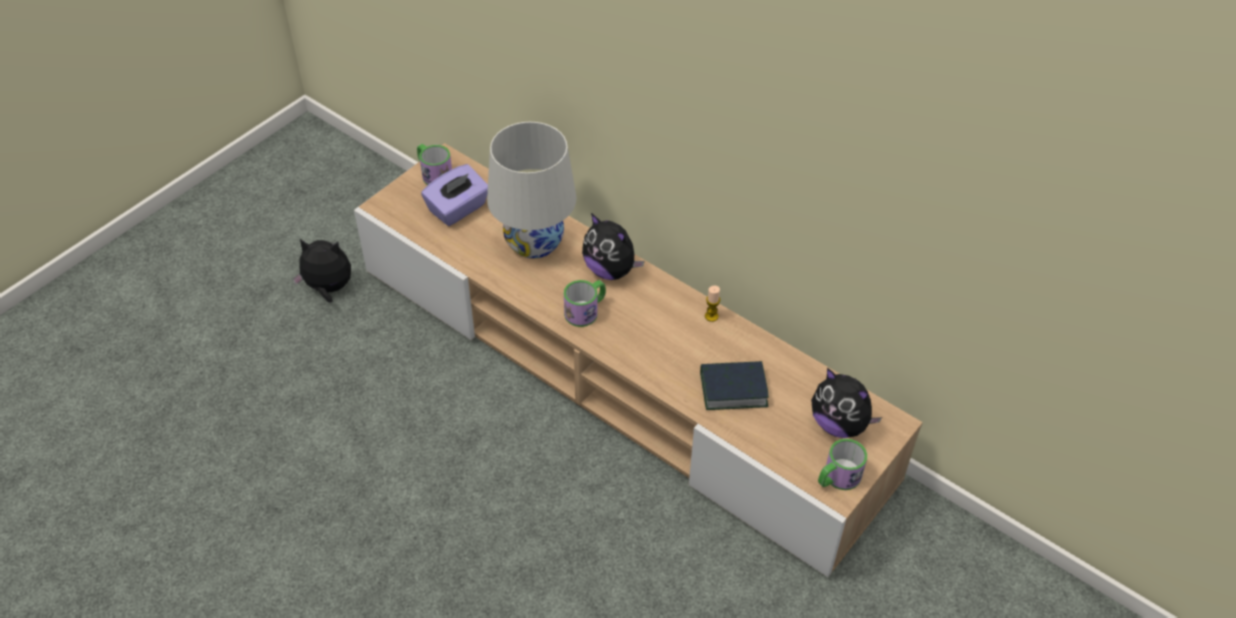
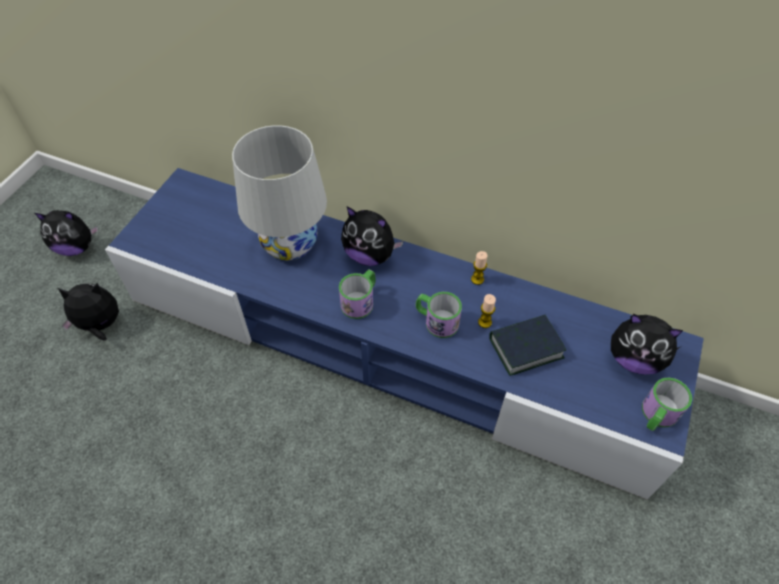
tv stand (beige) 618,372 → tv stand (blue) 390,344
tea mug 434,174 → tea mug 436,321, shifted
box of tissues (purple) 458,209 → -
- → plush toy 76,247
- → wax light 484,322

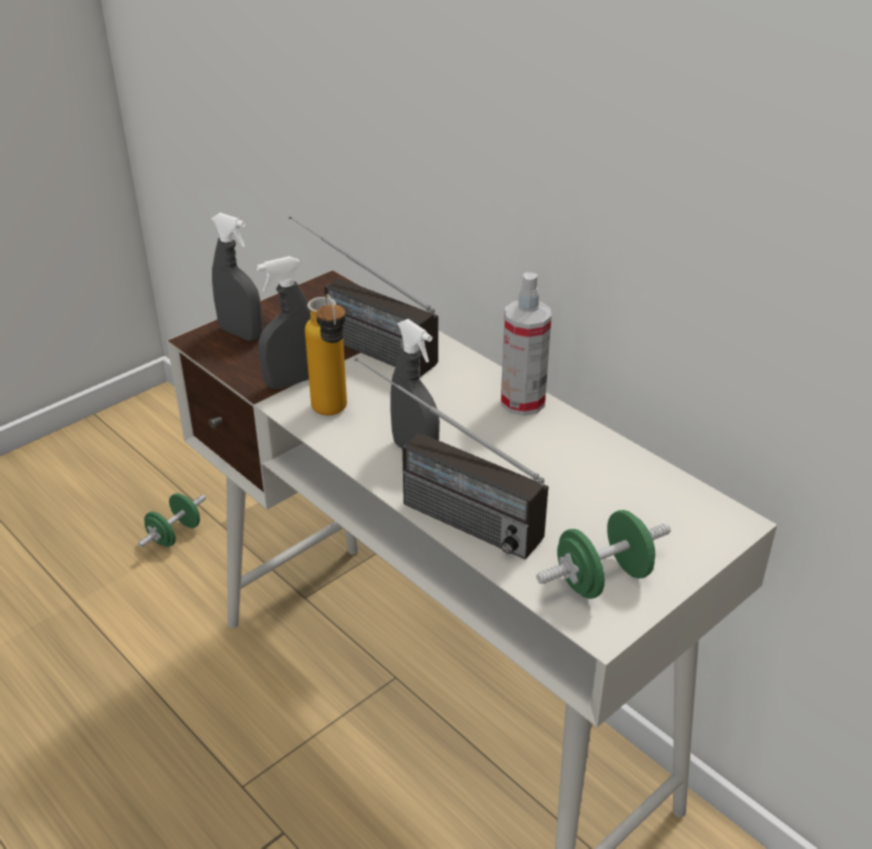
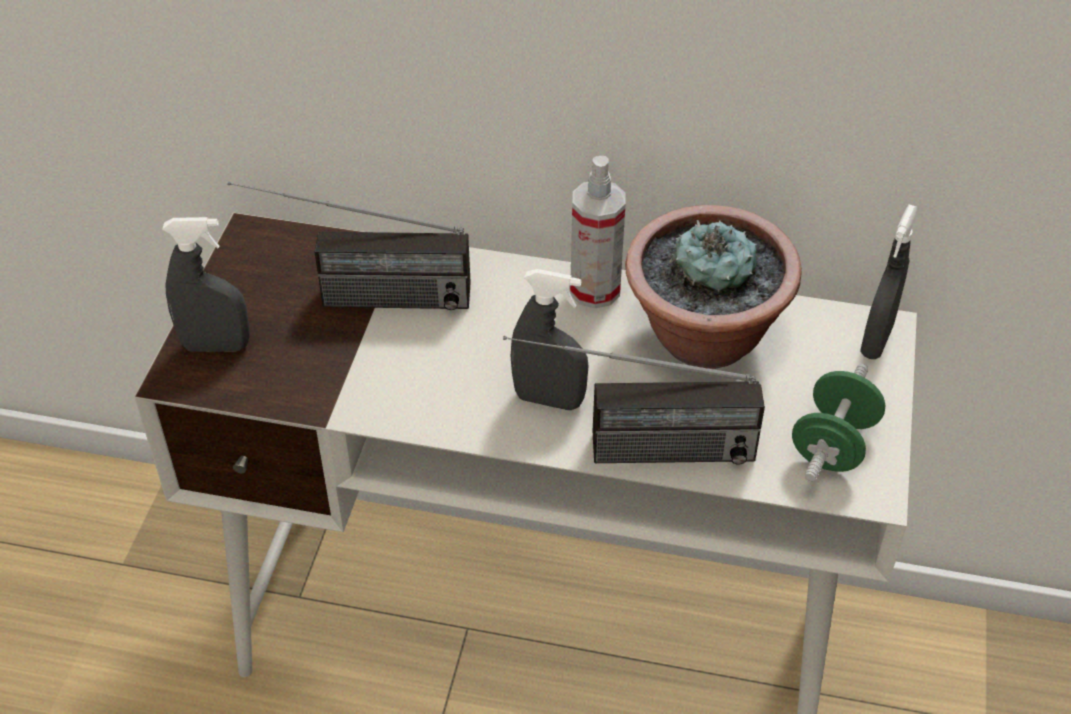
dumbbell (green-coloured) 175,534 → -
hand sprayer (greyish) 292,381 → hand sprayer (greyish) 876,340, shifted
bottle 333,415 → -
- → potted plant 704,338

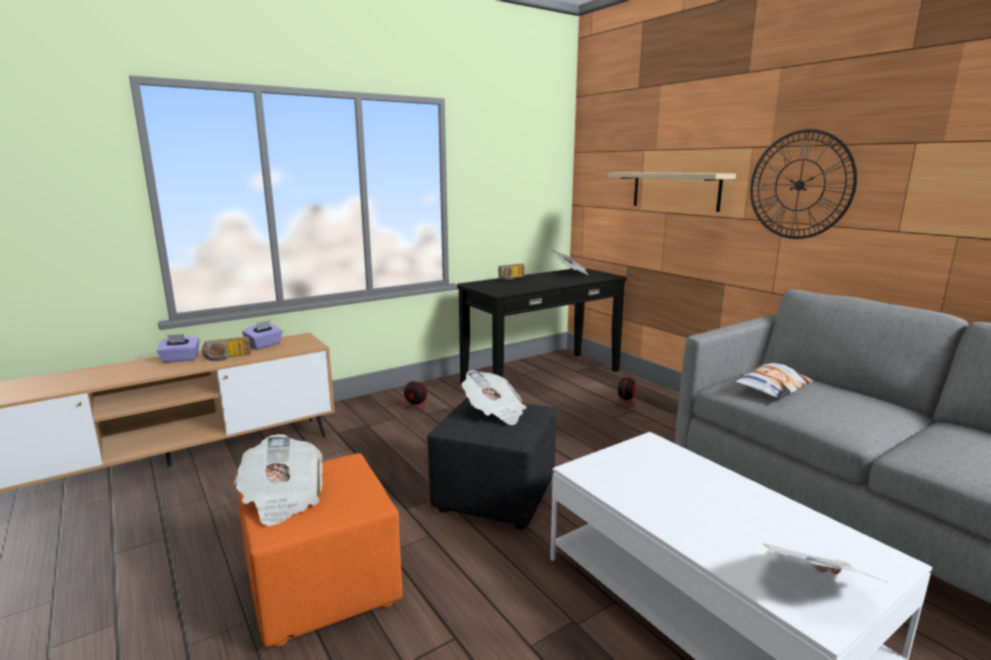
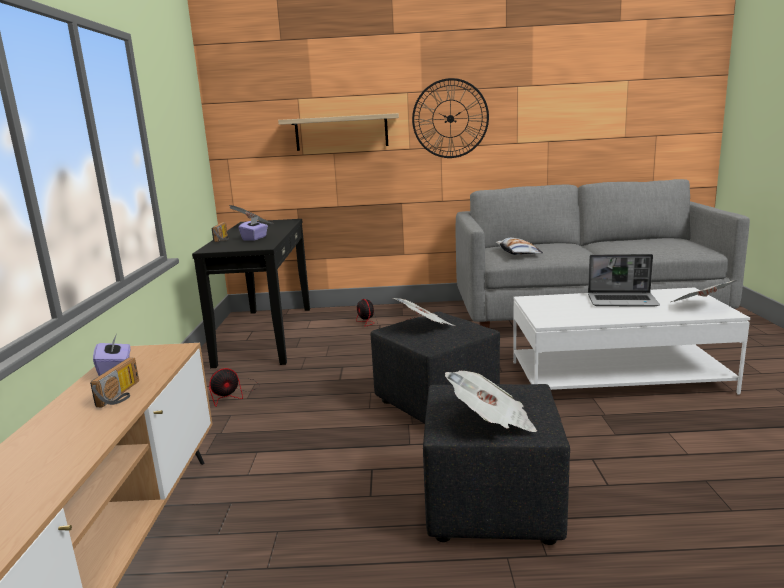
box of tissues (purple) 180,359 → box of tissues (purple) 255,238, shifted
pouffe (orange-coloured) 324,587 → pouffe (black-coloured) 490,506
- → notebook computer 623,301

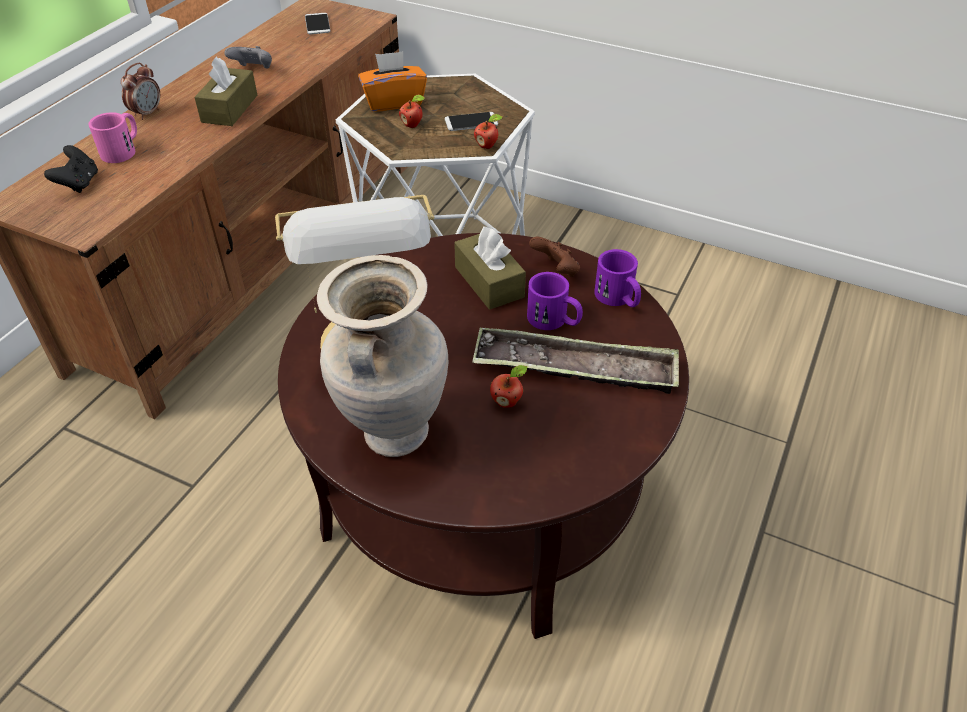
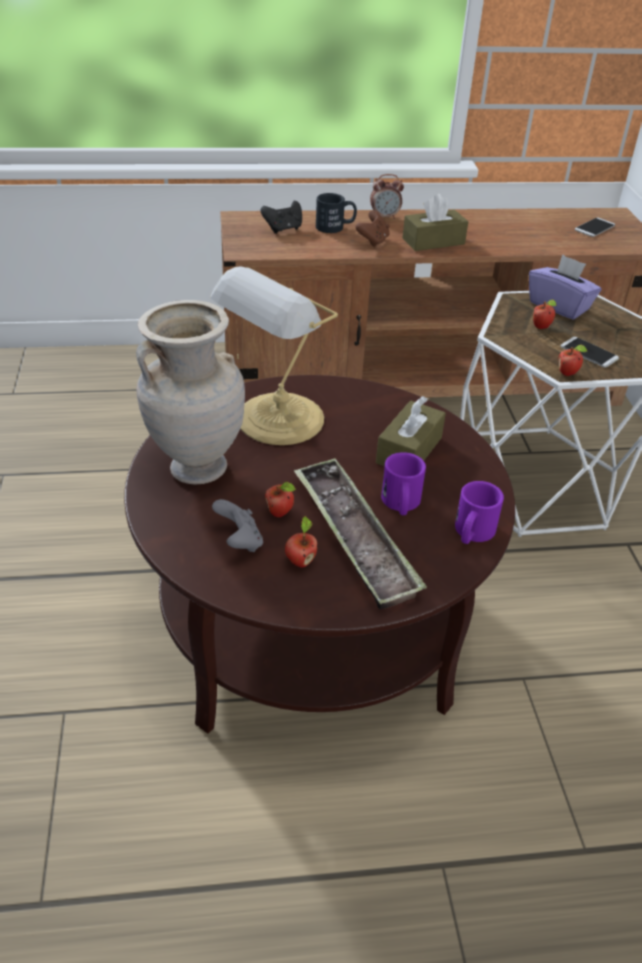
tea mug (pinkish) 123,150 → tea mug (black-coloured) 335,227
gamepad (greyish) 253,70 → gamepad (greyish) 239,541, shifted
box of tissues (orange-coloured) 393,102 → box of tissues (purple) 559,306
gamepad (brown-coloured) 556,271 → gamepad (brown-coloured) 373,241, shifted
- → apple 300,561

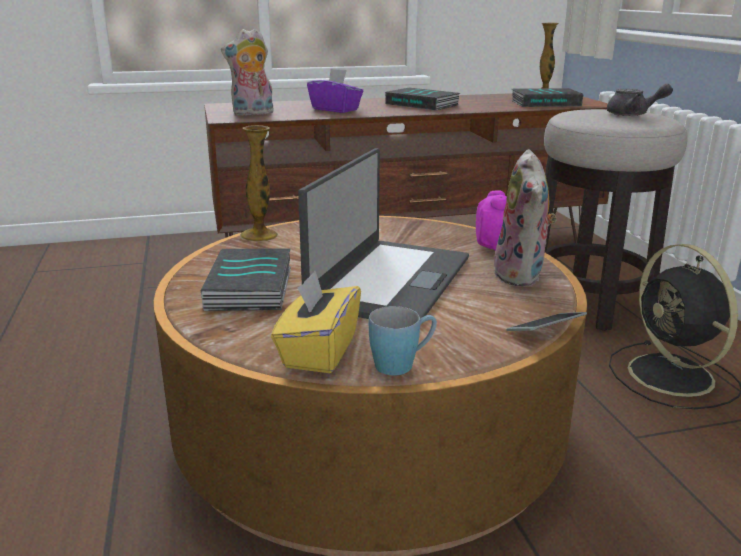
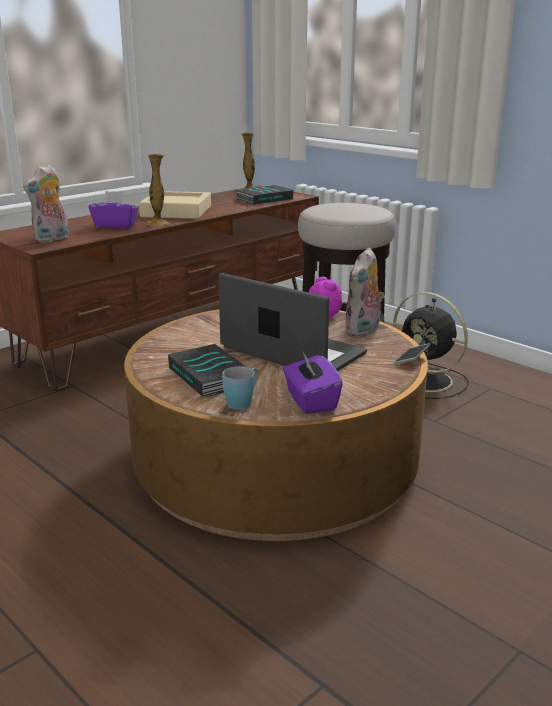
decorative vase 259,235 → decorative vase 157,223, shifted
box of tissues (yellowish) 318,352 → box of tissues (purple) 310,401
notebook computer 389,281 → notebook computer 291,352, 45 degrees counterclockwise
tea mug (blue) 402,363 → tea mug (blue) 242,402, shifted
volume 423,104 → carrying tray (beige) 176,211
plush toy 522,276 → plush toy 363,331, 60 degrees clockwise
tea pot (greyish) 633,114 → -

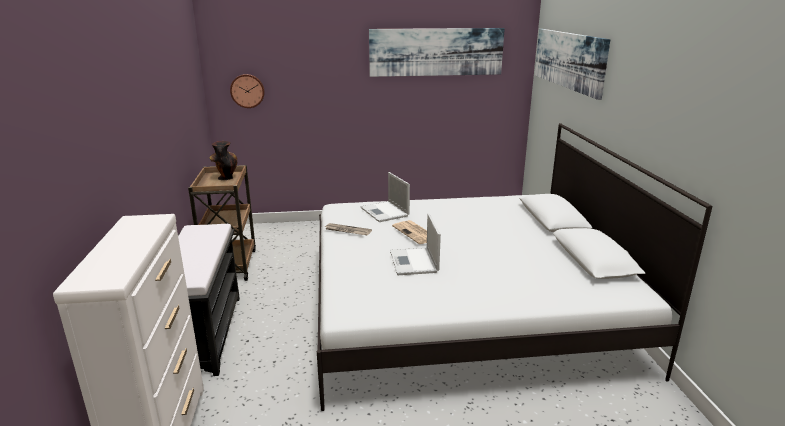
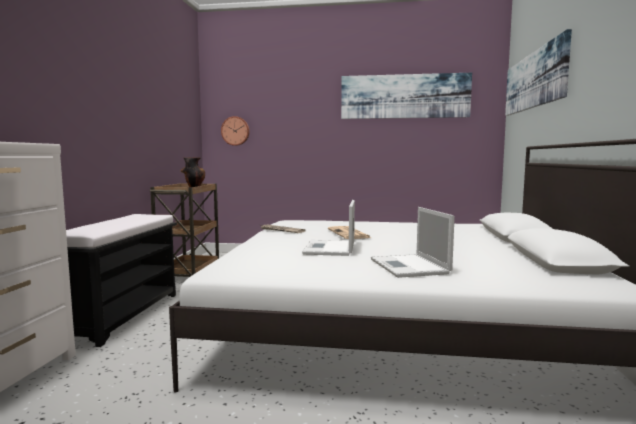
notebook computer 385,212 → notebook computer 410,267, shifted

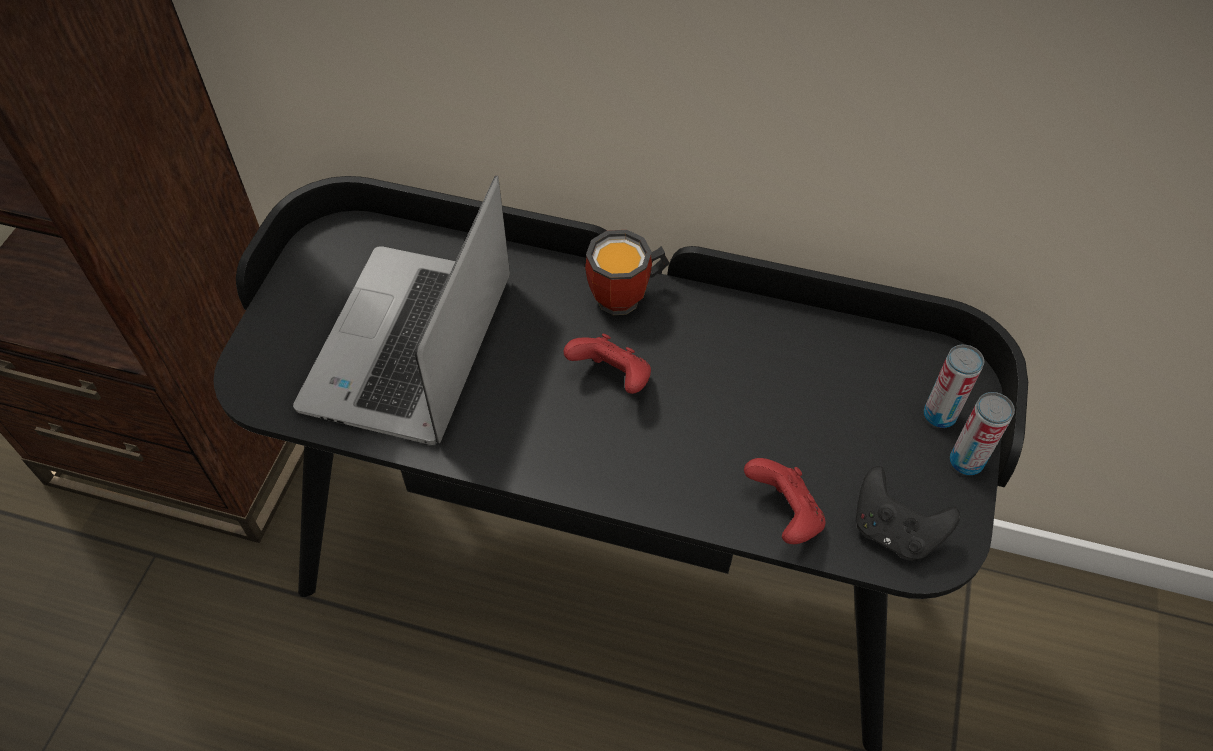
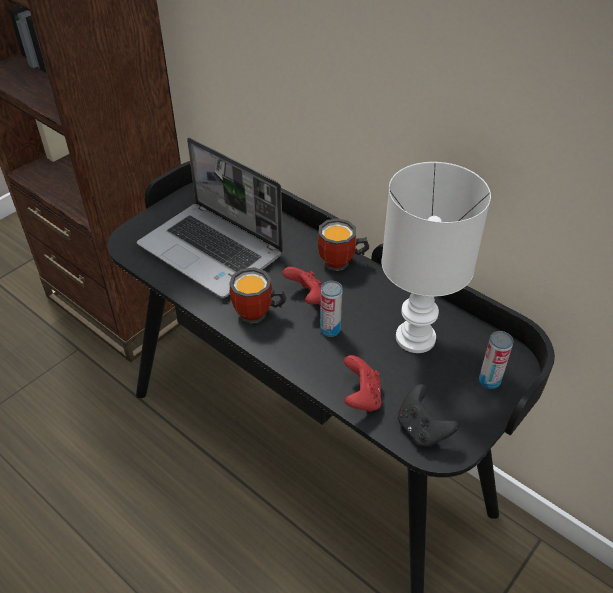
notebook computer 411,348 → notebook computer 213,251, 90 degrees counterclockwise
sealed can 966,461 → sealed can 330,330, shifted
- → tea mug 258,315
- → lamp for a table (whitish) 416,337

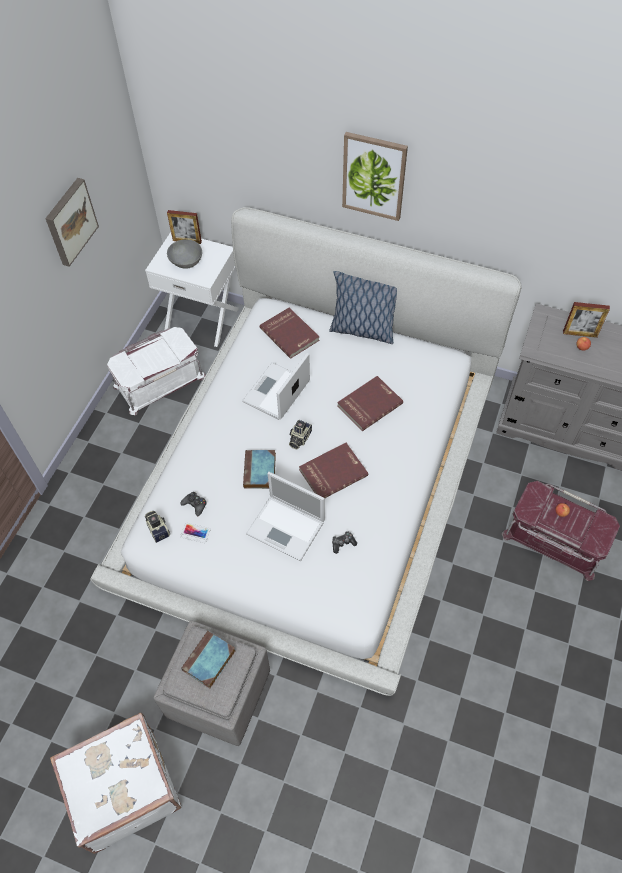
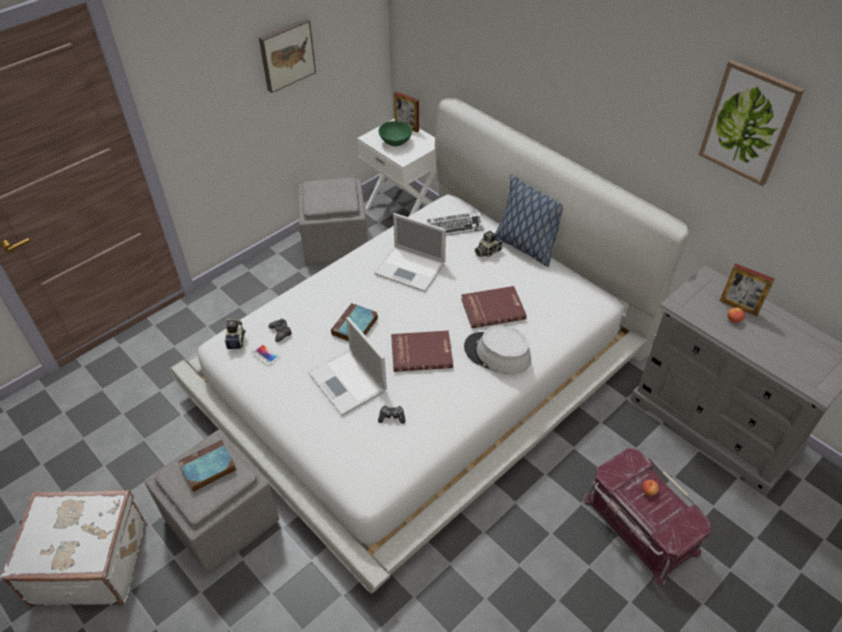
storage container (whitish) 159,380 → pouffe (greyish) 336,243
bowl (greyish) 186,262 → bowl (green-coloured) 395,142
notebook computer 276,392 → notebook computer 411,269, 120 degrees counterclockwise
volume (reddish) 290,334 → computer keyboard 455,227
still camera 299,438 → still camera 487,251, shifted
picture 374,176 → picture 749,123, shifted
- → wearable hat (greyish) 497,354

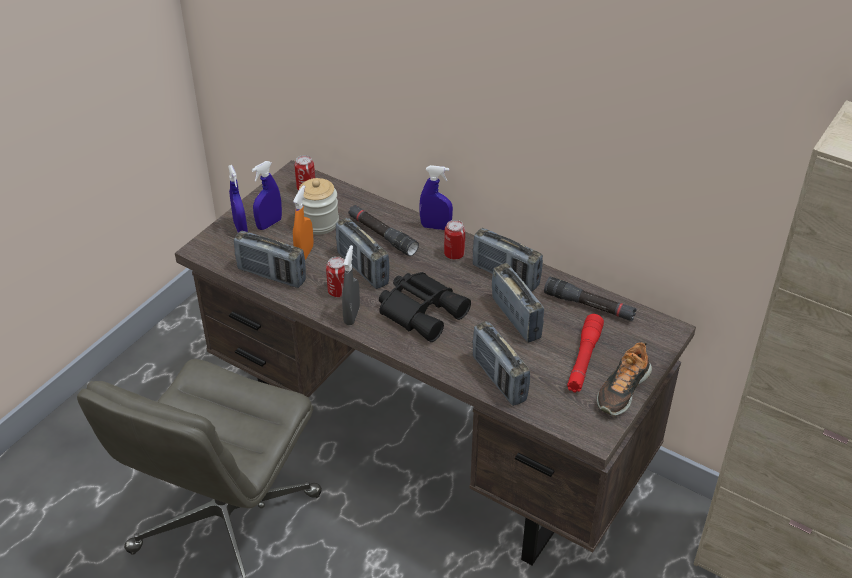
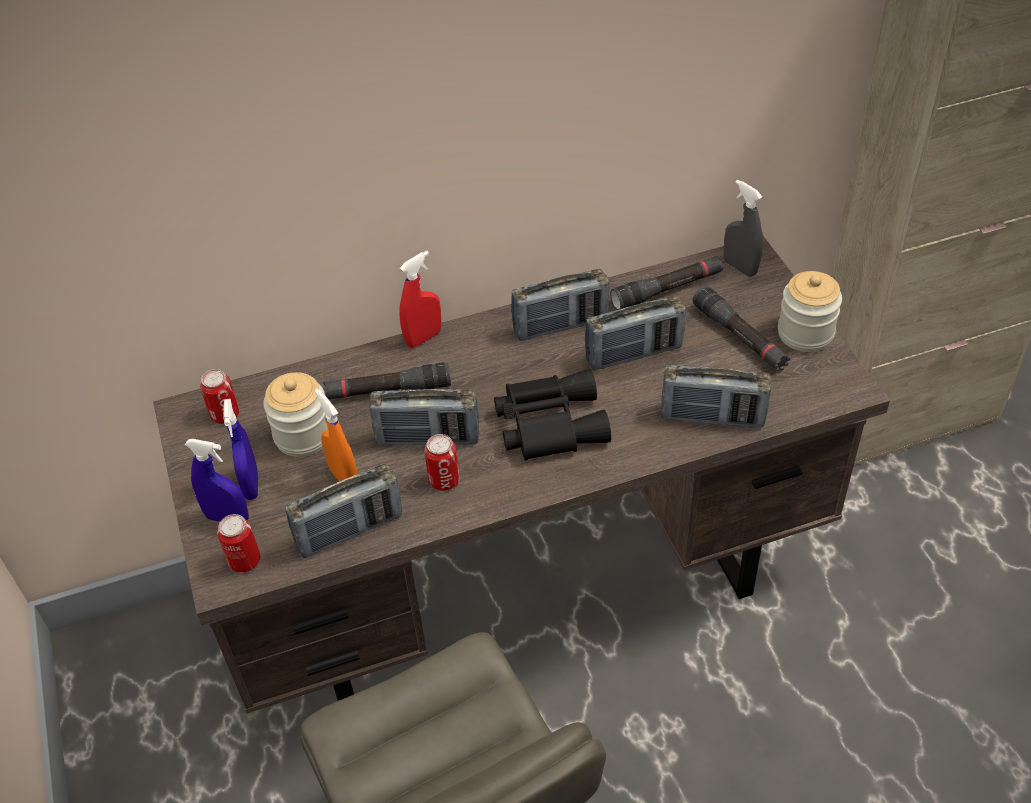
hand sprayer (greyish) 352,315 → hand sprayer (greyish) 740,267, shifted
hand sprayer (blue) 435,227 → hand sprayer (reddish) 423,338
sealed can 454,254 → sealed can 244,560, shifted
radio set 516,318 → radio set 634,354, 150 degrees clockwise
hand torch (reddish) 583,359 → hand torch (black-coloured) 740,337
shoe 622,389 → preserve jar 805,333

